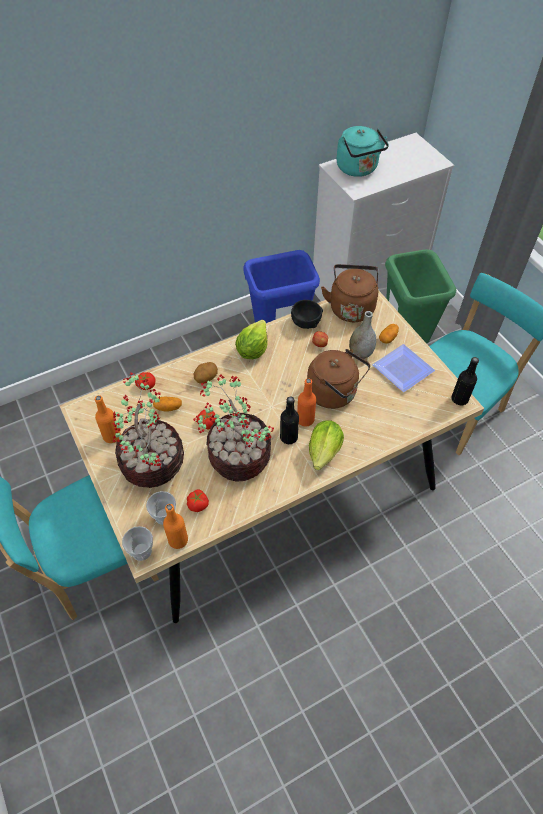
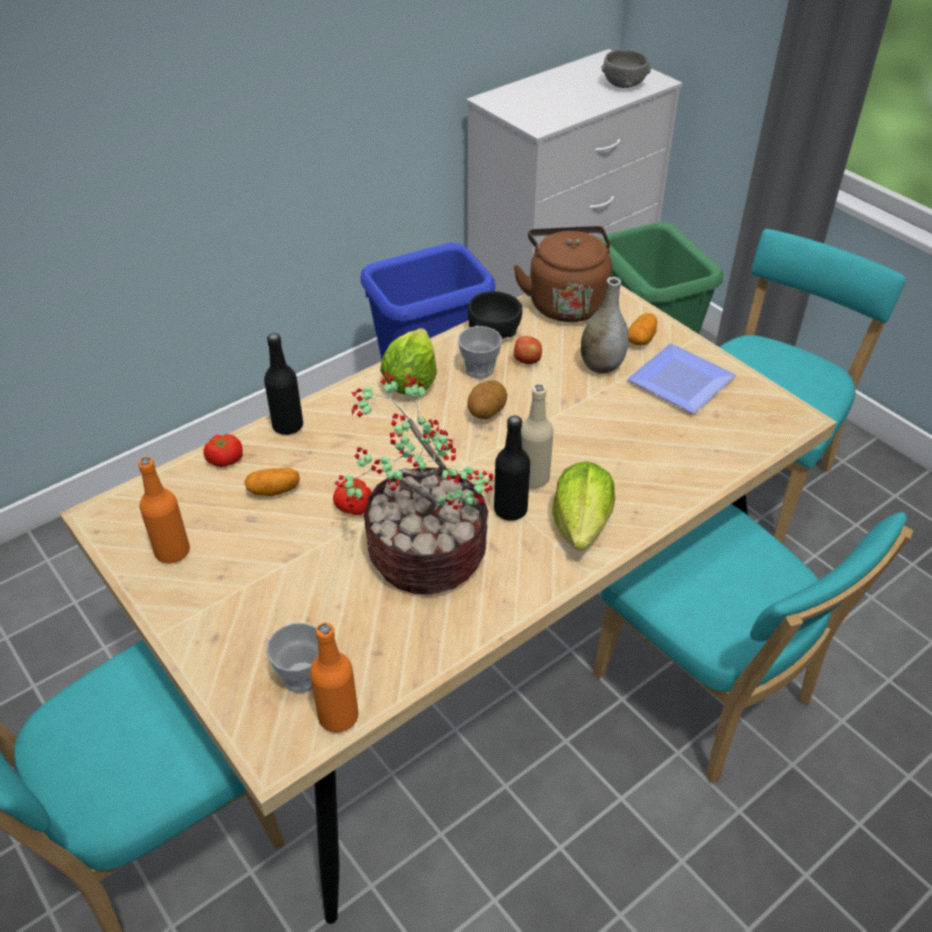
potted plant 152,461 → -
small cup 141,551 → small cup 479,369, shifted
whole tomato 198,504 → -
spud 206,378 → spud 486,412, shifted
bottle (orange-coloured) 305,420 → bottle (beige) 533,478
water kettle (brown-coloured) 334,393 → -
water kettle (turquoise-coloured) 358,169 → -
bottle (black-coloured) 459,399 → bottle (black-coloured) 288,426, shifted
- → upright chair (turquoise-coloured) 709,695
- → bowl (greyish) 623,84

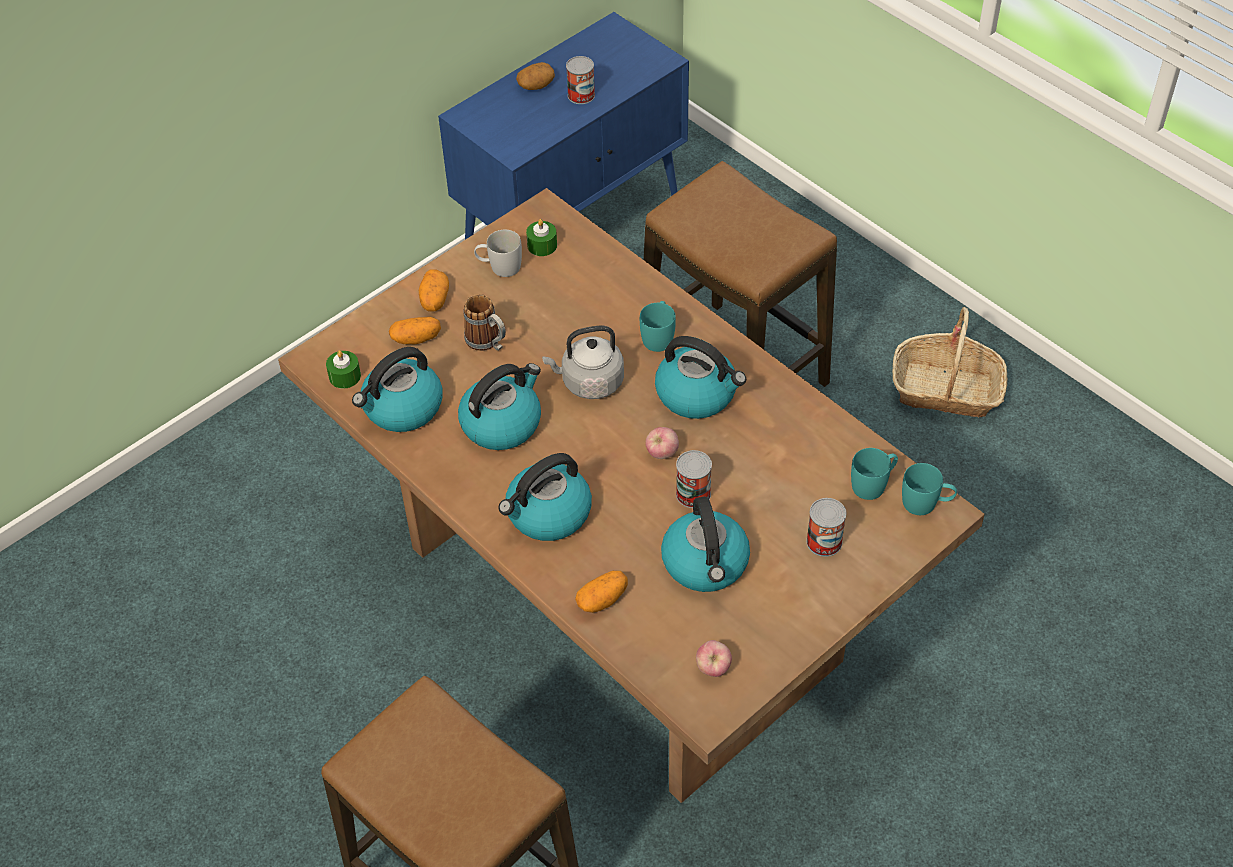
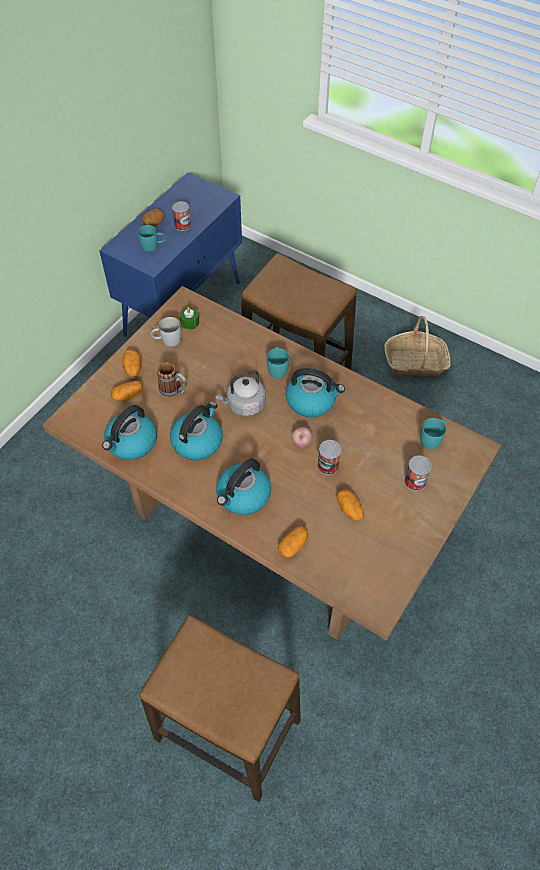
wax light (green-coloured) 345,376 → -
water kettle 706,564 → spud 349,509
apple 713,668 → -
tea mug (turquoise-coloured) 926,503 → tea mug (turquoise-coloured) 153,246, shifted

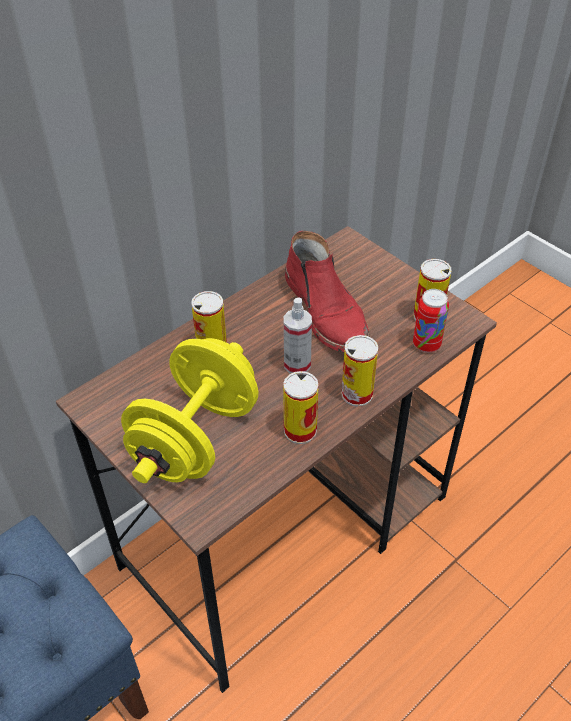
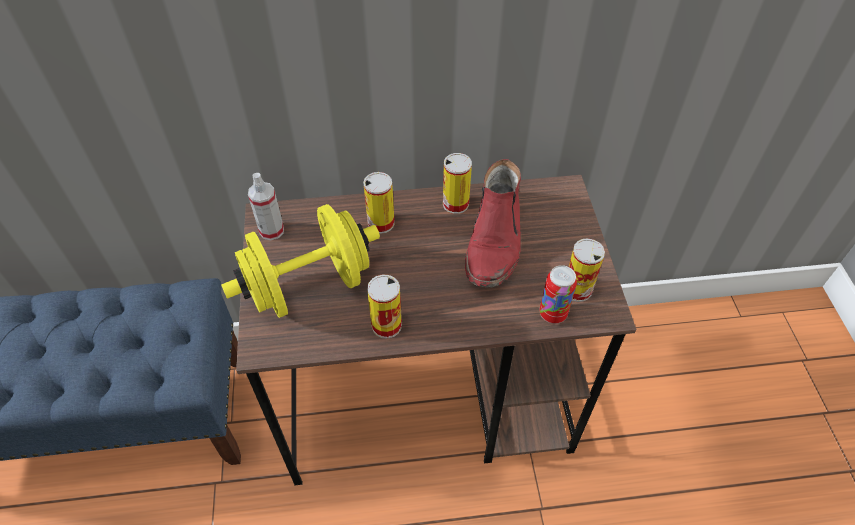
hand sprayer 297,364 → hand sprayer 271,230, shifted
sealed can 357,394 → sealed can 455,204, shifted

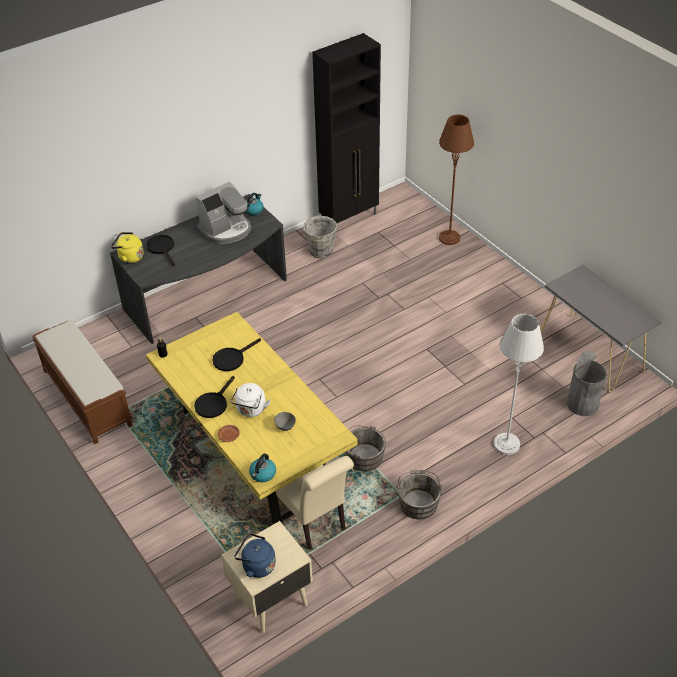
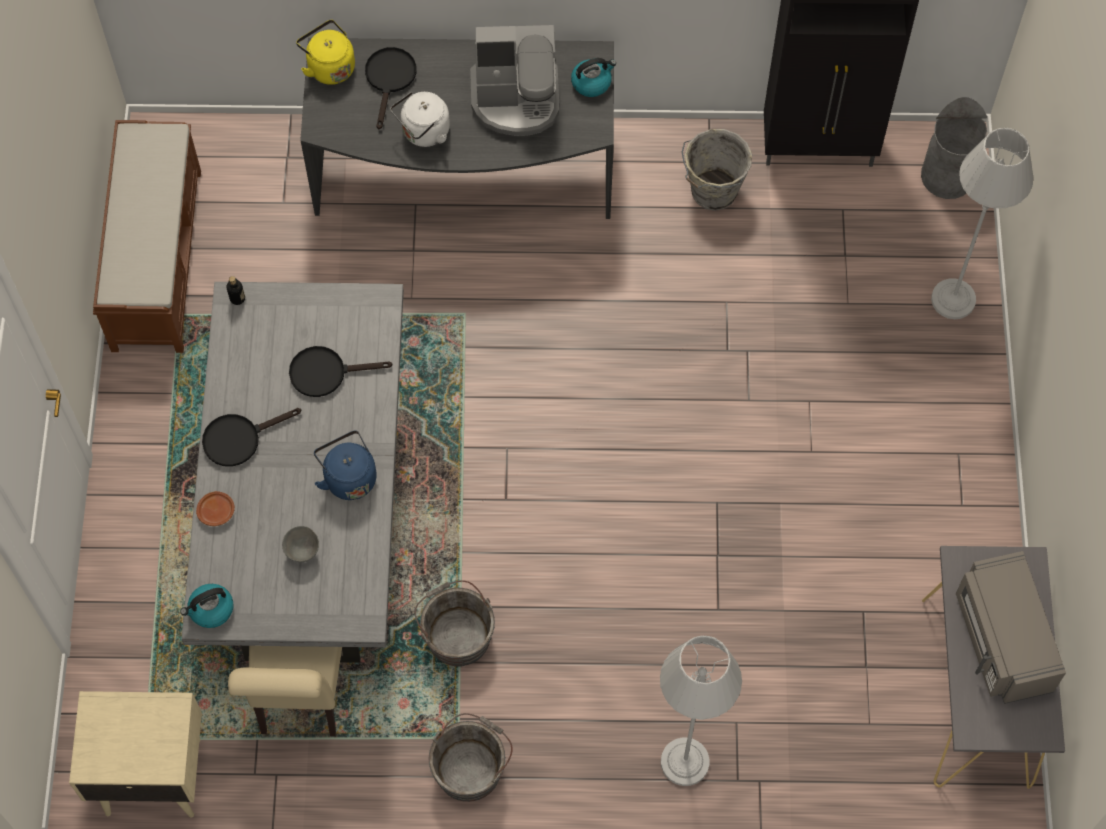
kitchen table (yellowish) 253,452 → kitchen table (greyish) 311,515
water kettle (whitish) 251,410 → water kettle (whitish) 423,133, shifted
water kettle (blue) 256,565 → water kettle (blue) 348,477, shifted
standard lamp (brown-coloured) 449,238 → standard lamp (greyish) 953,299
trash can (greyish) 582,404 → trash can (greyish) 947,176, shifted
- → microwave oven (greyish) 1001,640

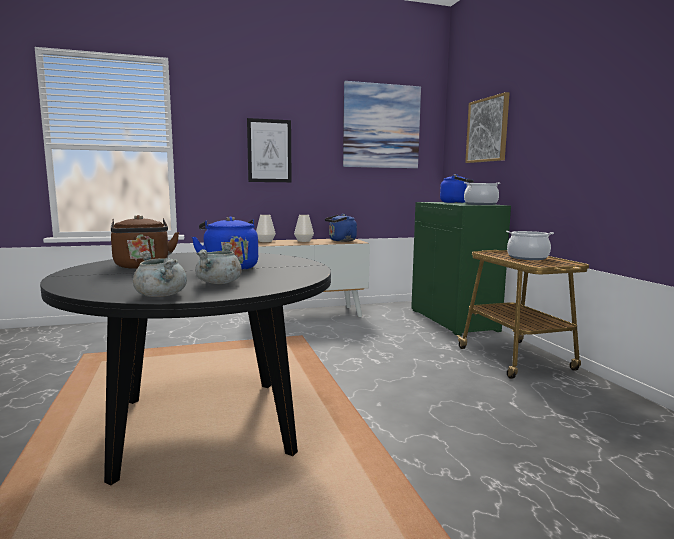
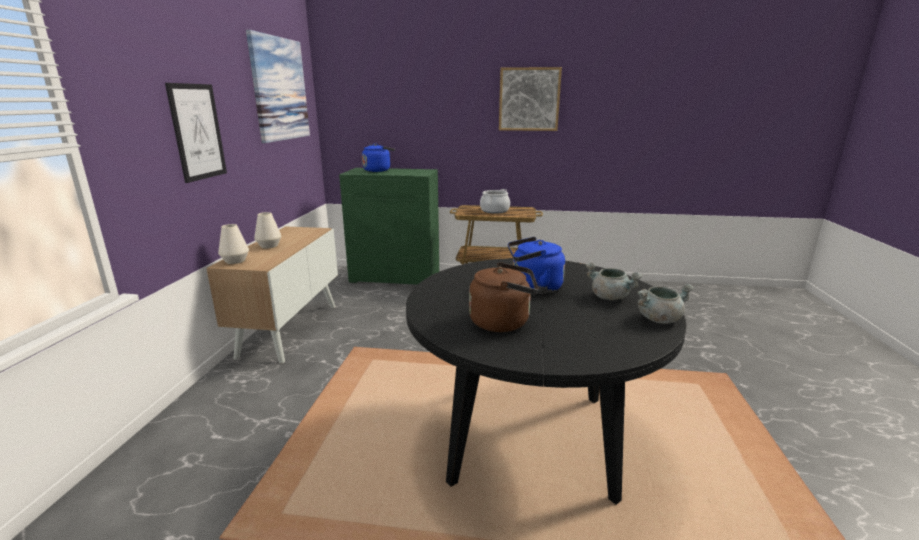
water kettle (blue) 341,241 → -
saucepot 480,204 → -
picture 487,130 → picture 529,99, shifted

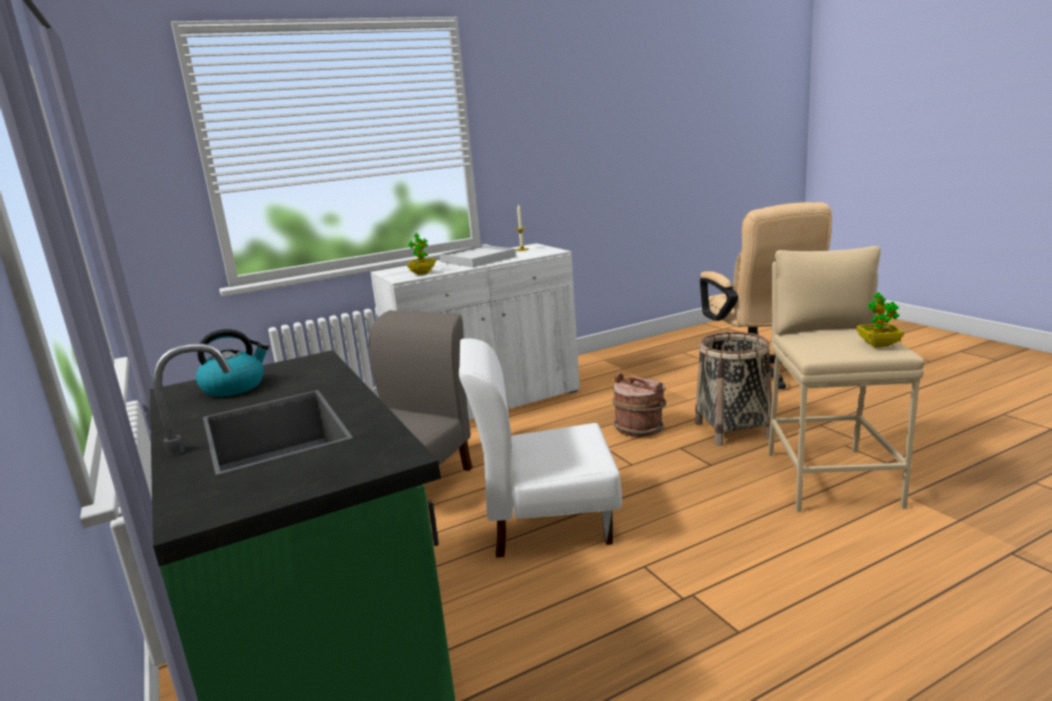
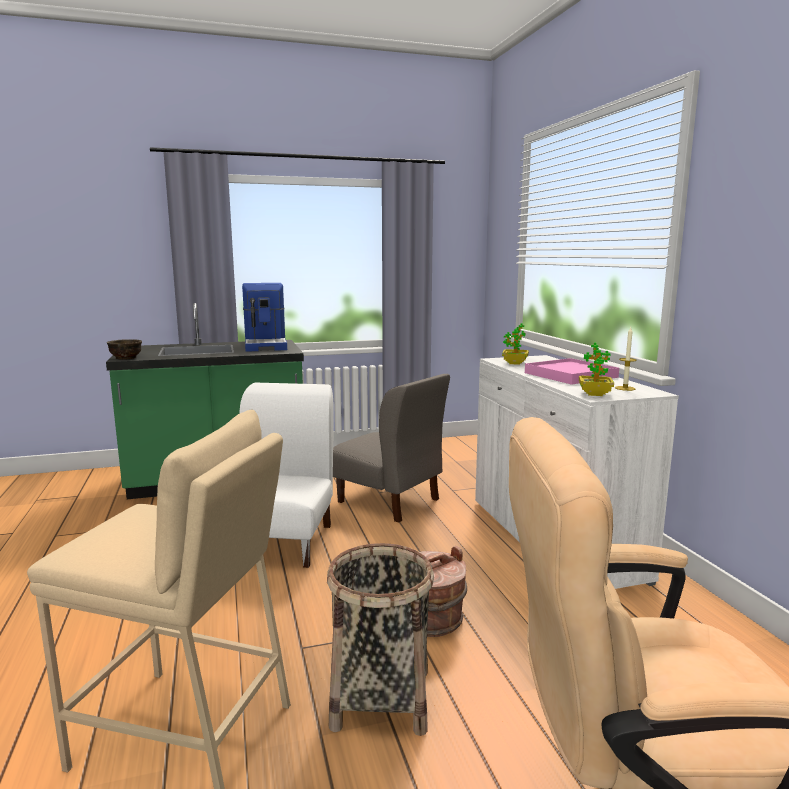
water kettle 235,387 → coffee maker 266,345
carrying tray (whitish) 478,259 → carrying tray (pinkish) 571,375
potted plant 878,344 → potted plant 594,394, shifted
- → bowl (brown-coloured) 125,358

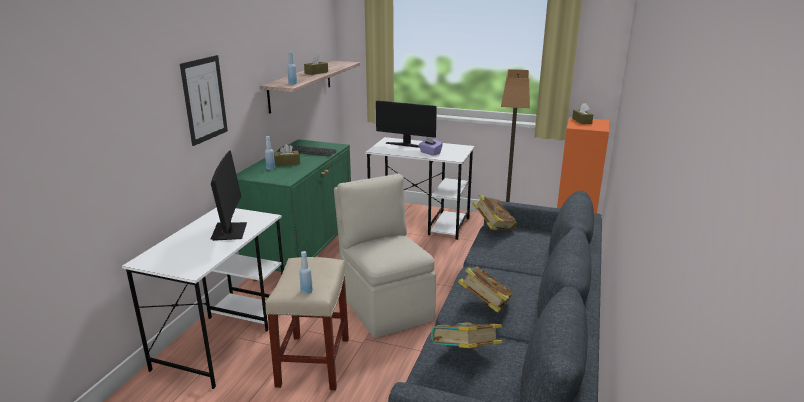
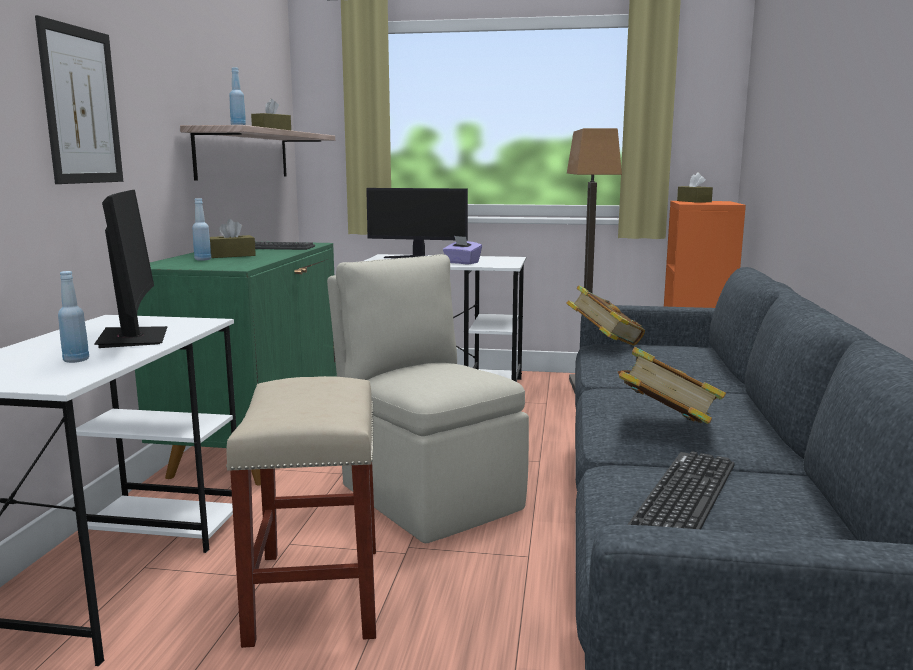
bottle (blue) 306,291 → bottle (blue) 76,360, shifted
volume 465,355 → computer keyboard 685,495

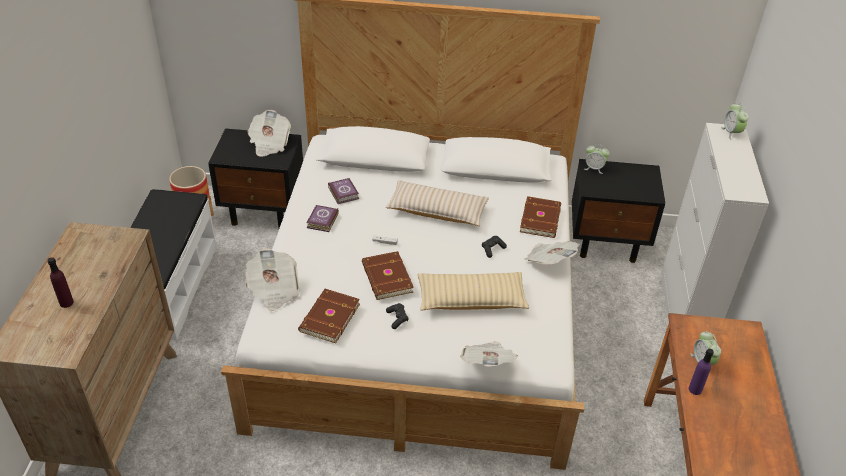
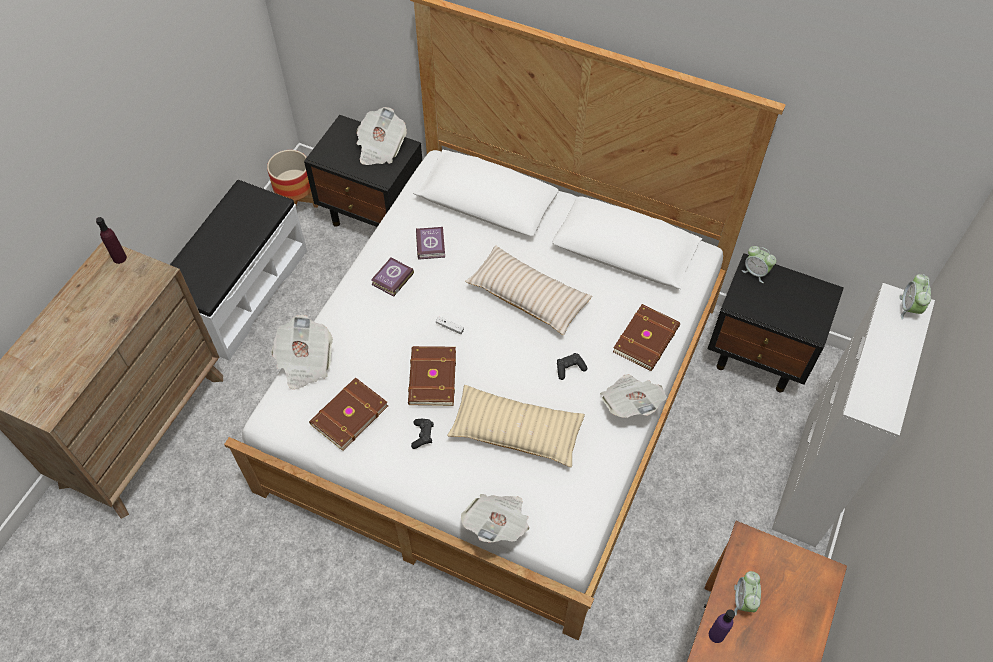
bottle (purple) 66,302 → bottle (purple) 119,258, shifted

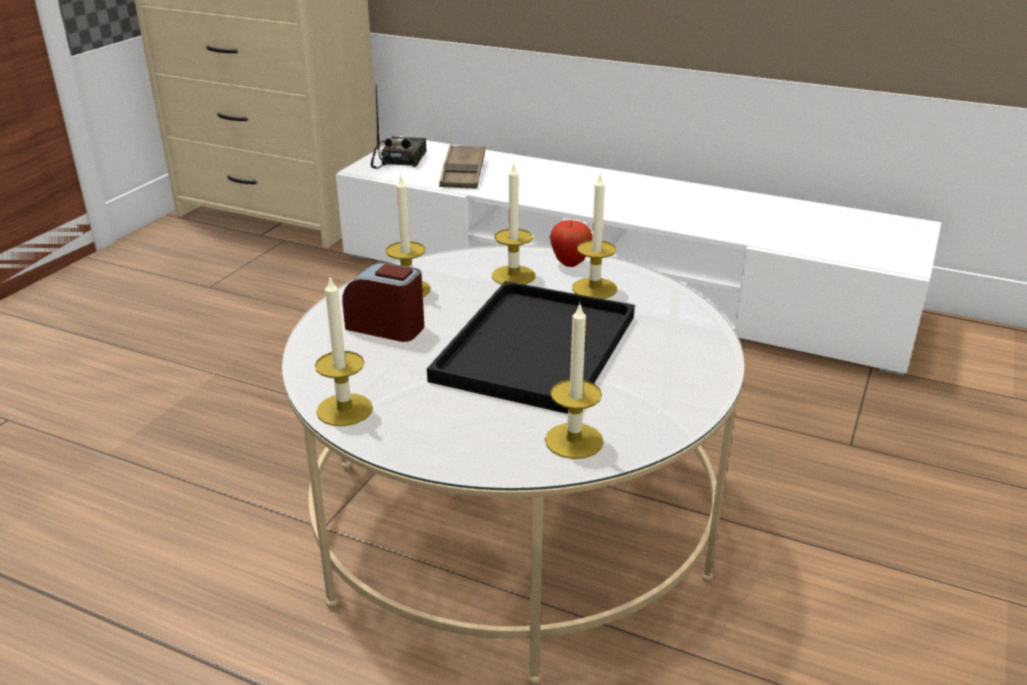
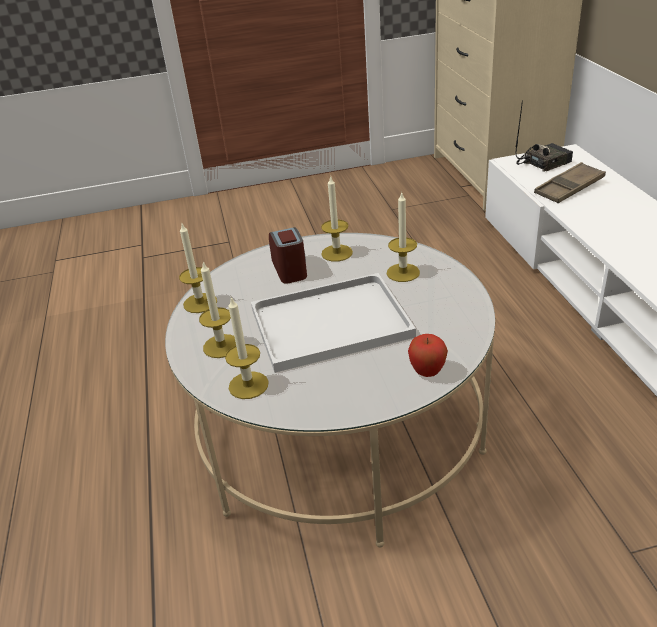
carrying tray (black-coloured) 537,350 → carrying tray (whitish) 328,325
apple 570,263 → apple 427,372, shifted
wax light 594,288 → wax light 221,346, shifted

